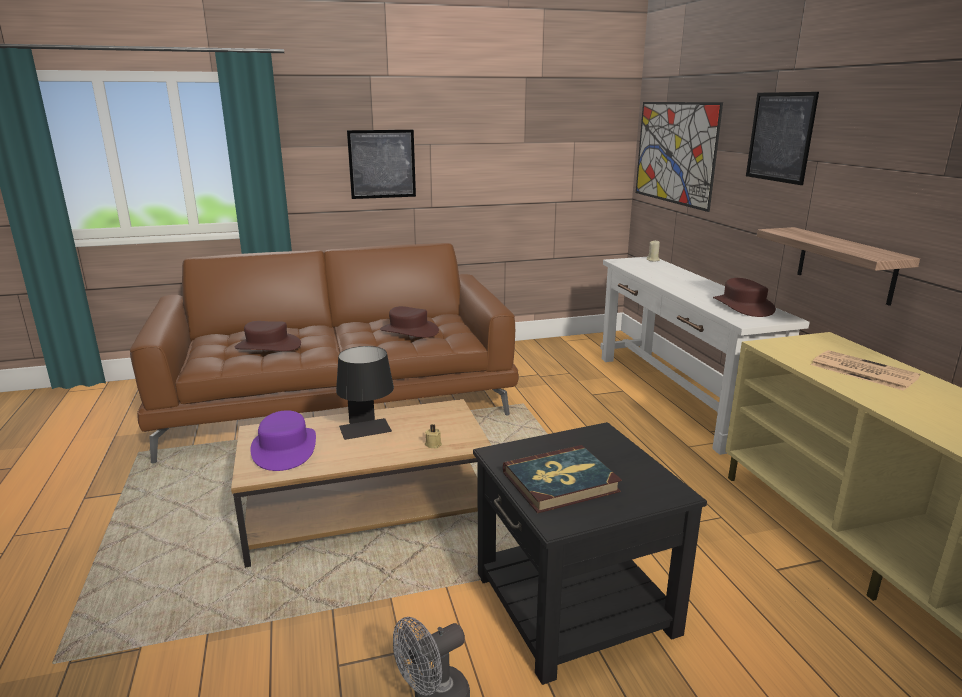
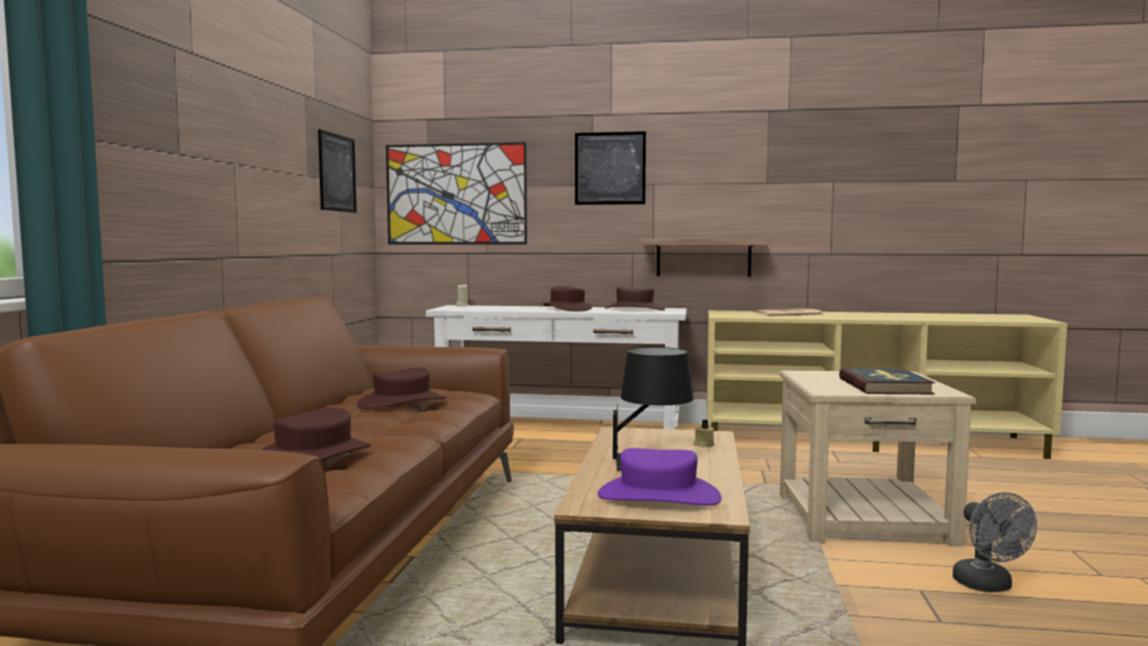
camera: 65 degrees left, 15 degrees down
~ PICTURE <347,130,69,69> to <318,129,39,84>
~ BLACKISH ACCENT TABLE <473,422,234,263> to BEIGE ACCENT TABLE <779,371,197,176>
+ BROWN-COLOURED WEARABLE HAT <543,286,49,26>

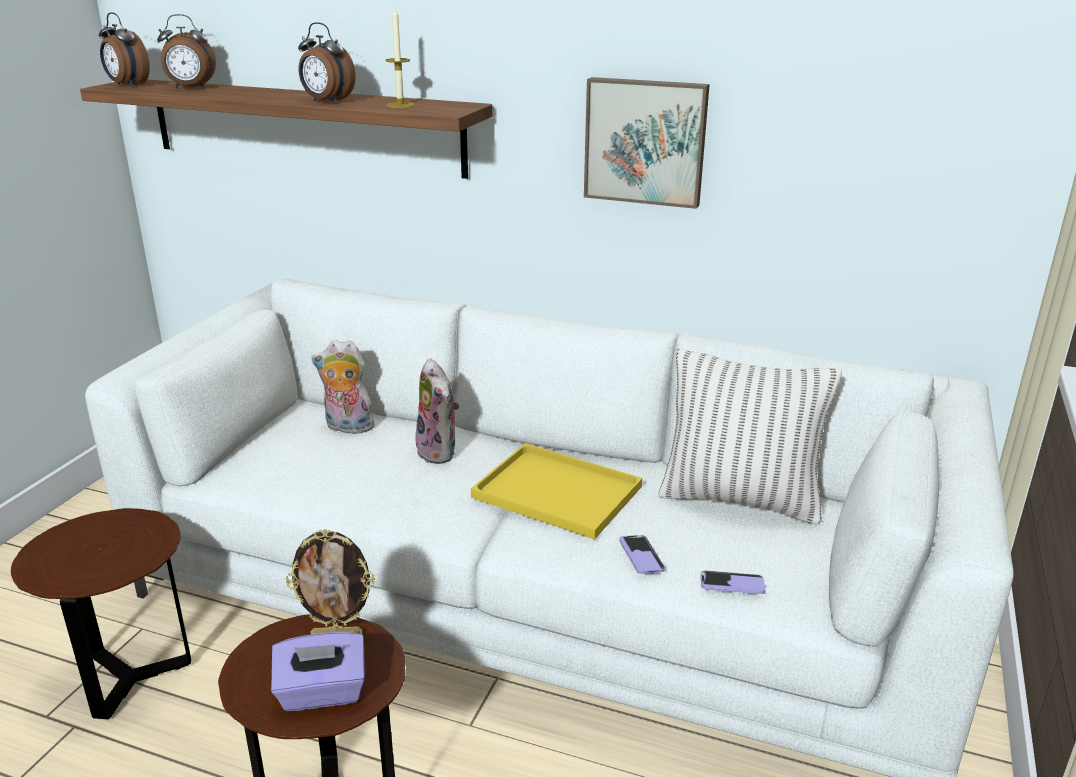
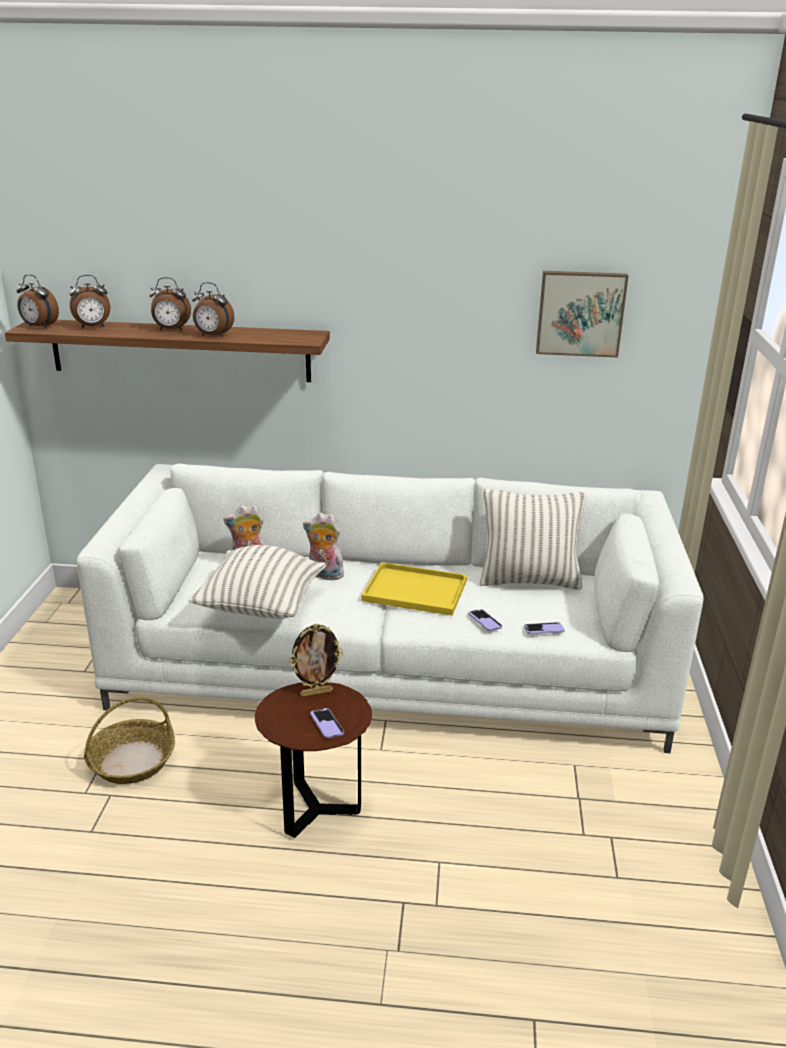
camera: 15 degrees left, 0 degrees up
- CANDLE <385,8,30,100>
~ PICTURE <584,77,126,132> to <536,271,92,86>
~ SOFT TOY <415,358,44,106> = <303,512,41,68> 150 degrees clockwise
~ BROWN-COLOURED ACCENT TABLE <11,508,180,211> to BASKET <84,697,91,87>
~ PURPLE-COLOURED TISSUE BOX <271,632,94,79> to HANDSET <310,708,34,30>
+ BEDSIDE CLOCK <149,277,42,54>
+ PILLOW <189,545,137,74>

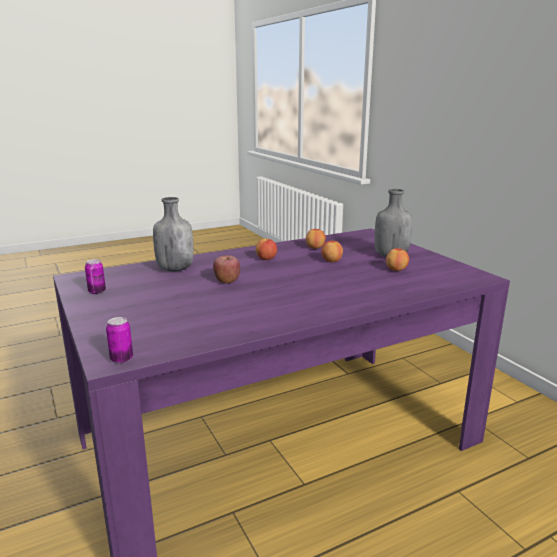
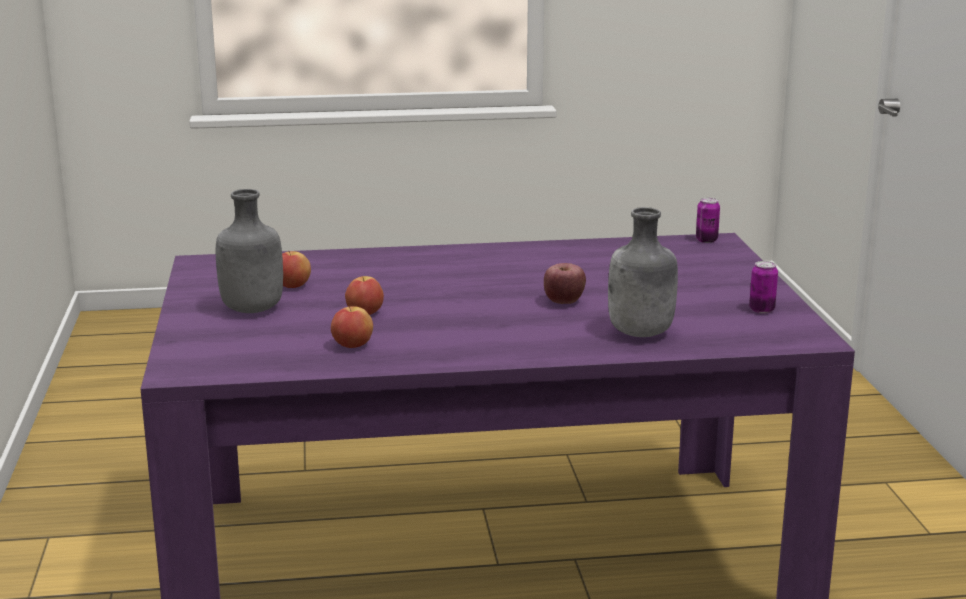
camera: 160 degrees left, 0 degrees up
- WHOLE APPLE <256,239,21,21>

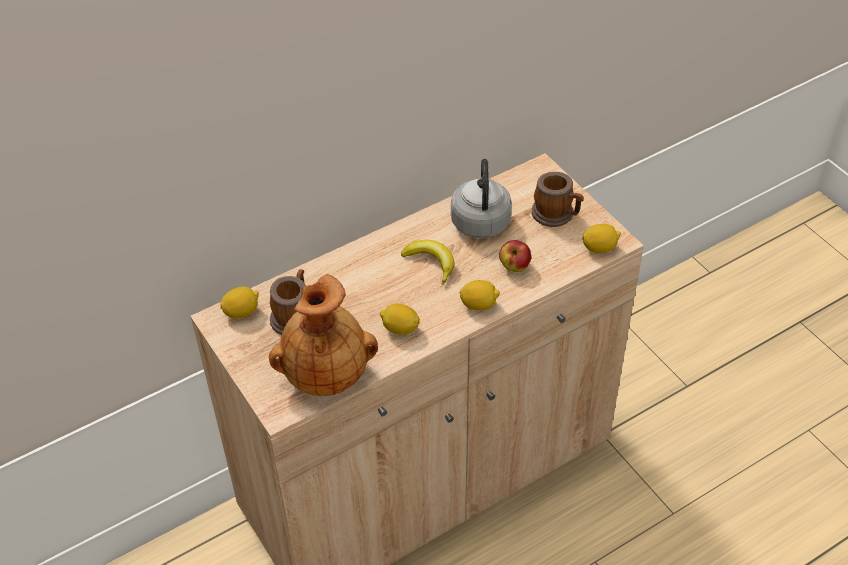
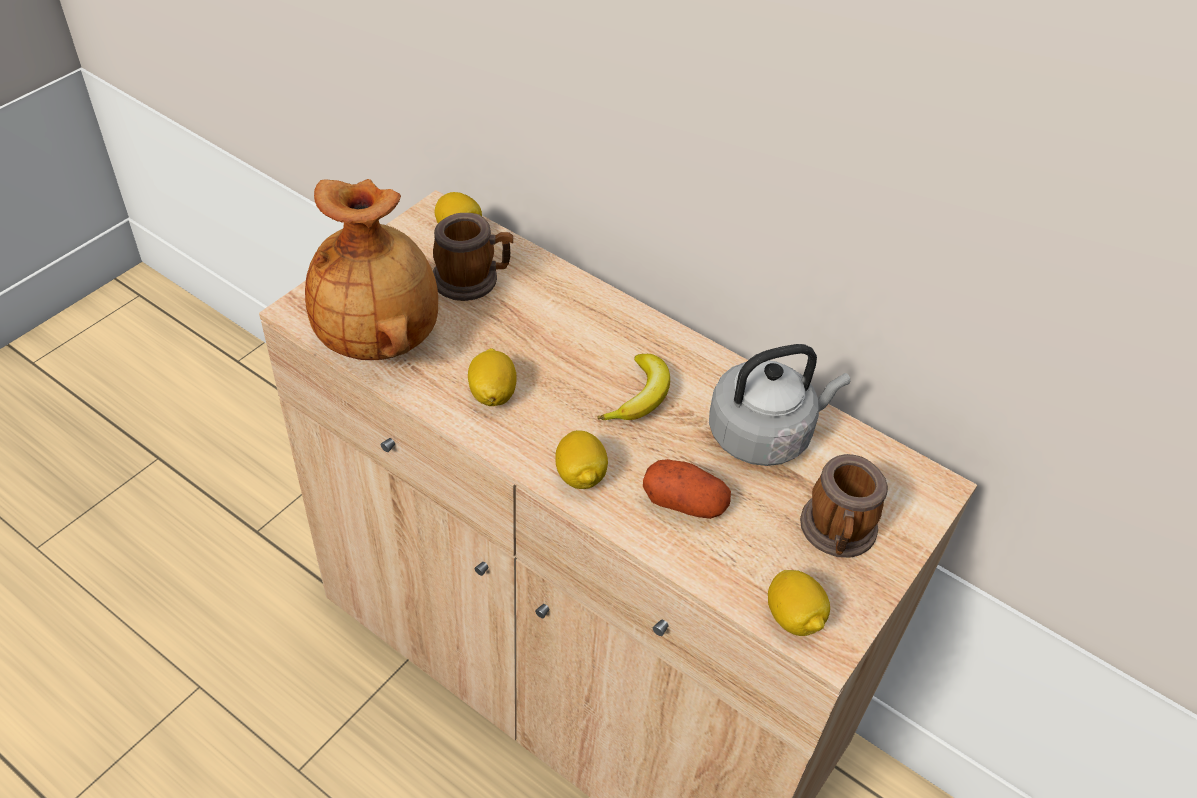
camera: 65 degrees right, 0 degrees up
~ WHOLE APPLE <499,240,32,32> to SPUD <643,459,88,60>

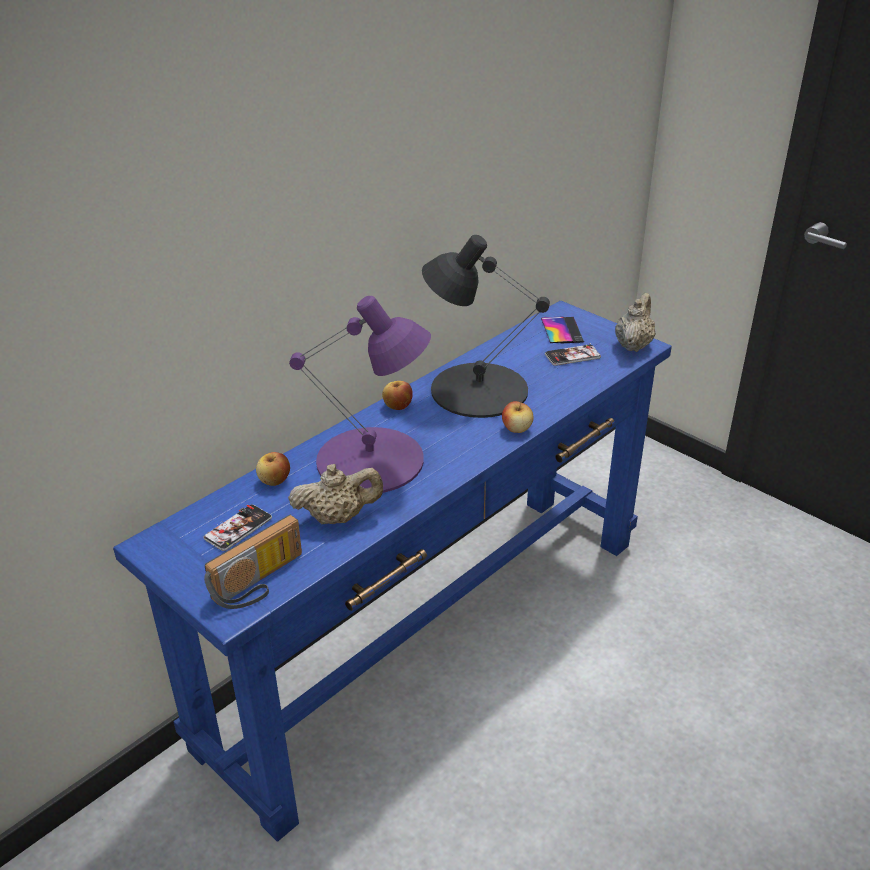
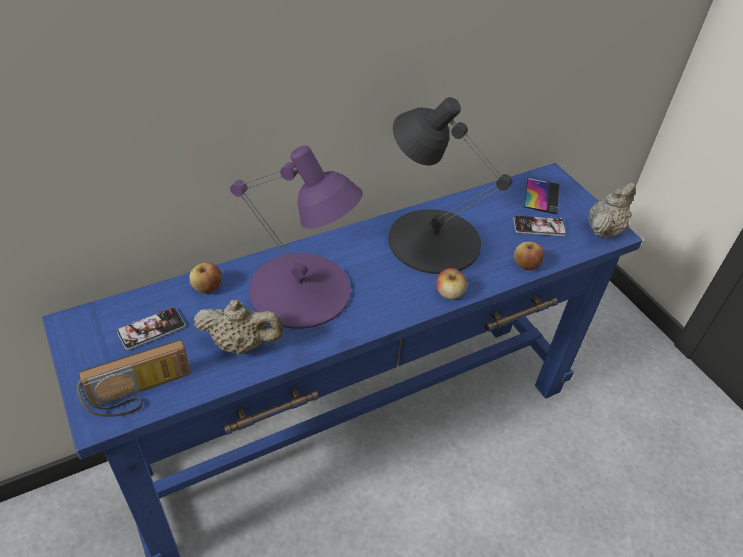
camera: 15 degrees right, 10 degrees up
~ WHOLE APPLE <382,381,31,29> to <514,242,30,28>

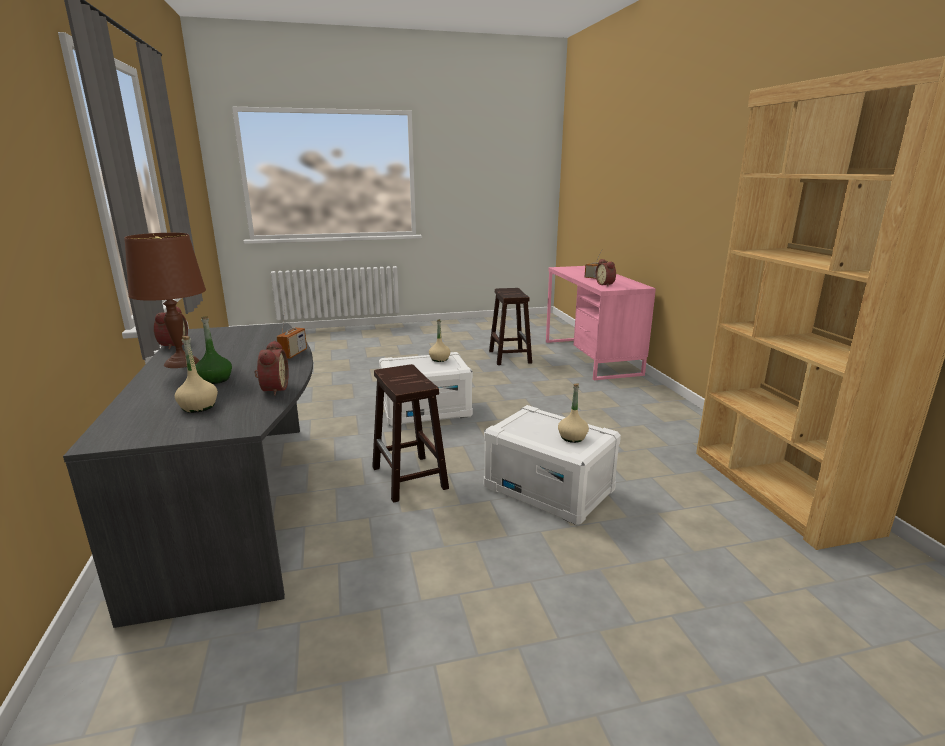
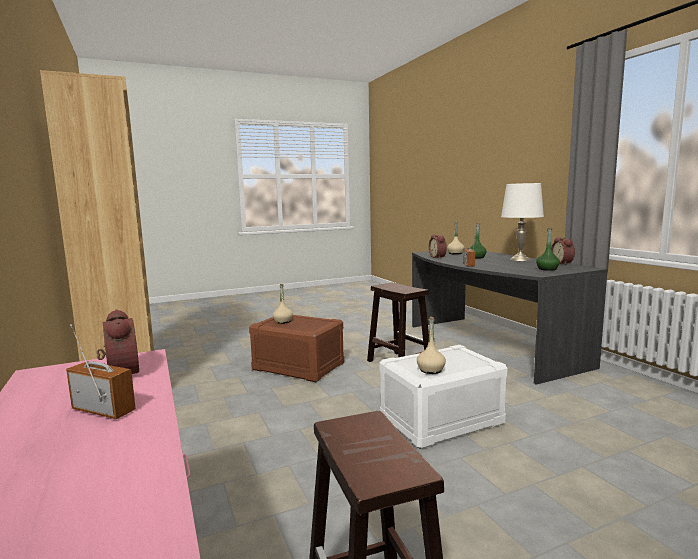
camera: 170 degrees right, 10 degrees down
~ BROWN-COLOURED TABLE LAMP <124,233,82,135> to WHITISH TABLE LAMP <501,183,43,78>
~ WHITISH STORAGE BIN <484,405,137,121> to BROWN-COLOURED STORAGE BIN <249,315,95,67>
+ GREENISH DRINK BOTTLE <536,228,24,43>

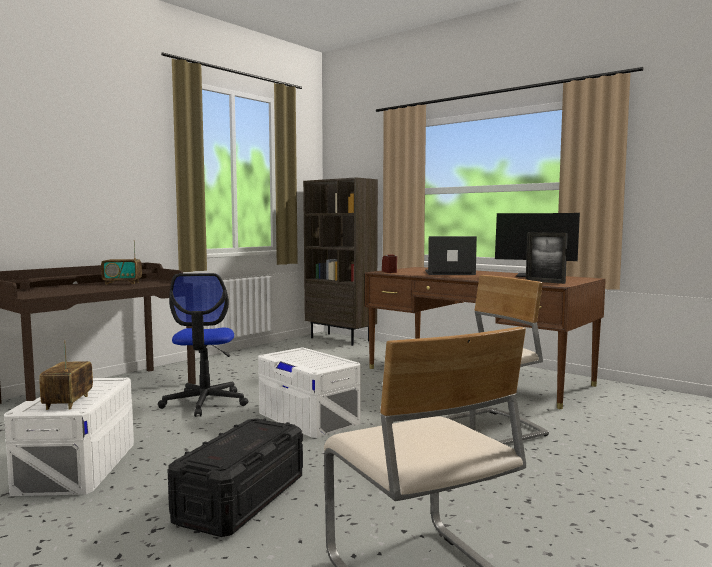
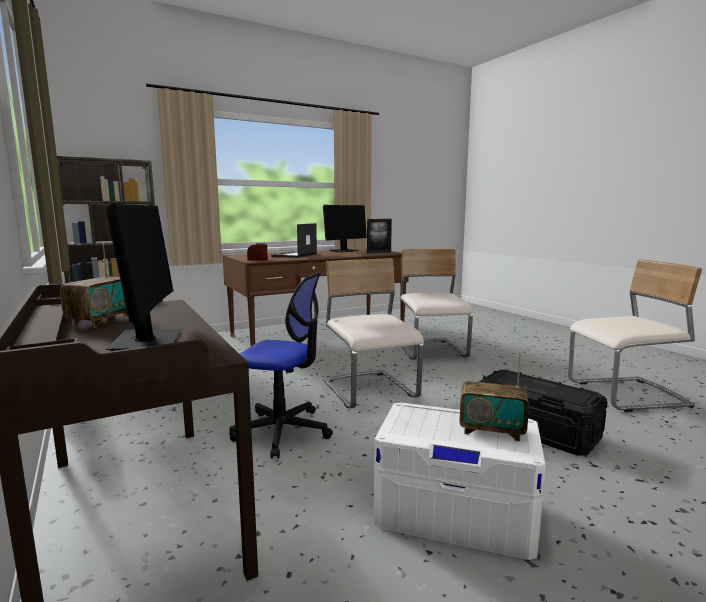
camera: 70 degrees left, 5 degrees up
~ WHITISH STORAGE BIN <258,347,103,91> to BEIGE UPRIGHT CHAIR <324,259,100,150>
+ COMPUTER SCREEN <106,203,76,148>

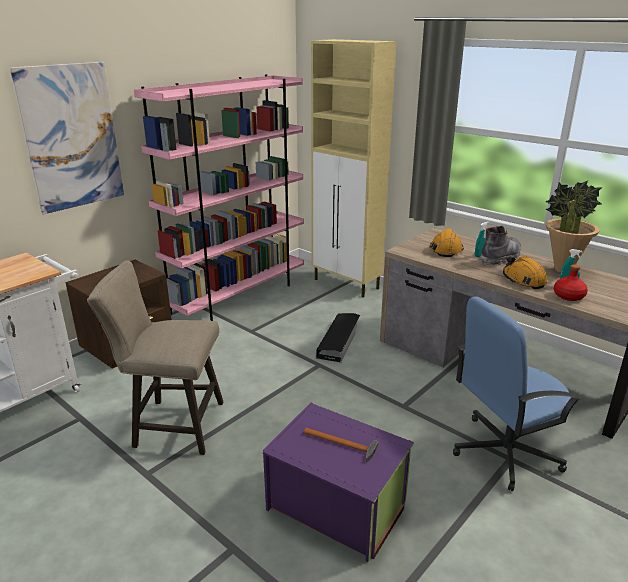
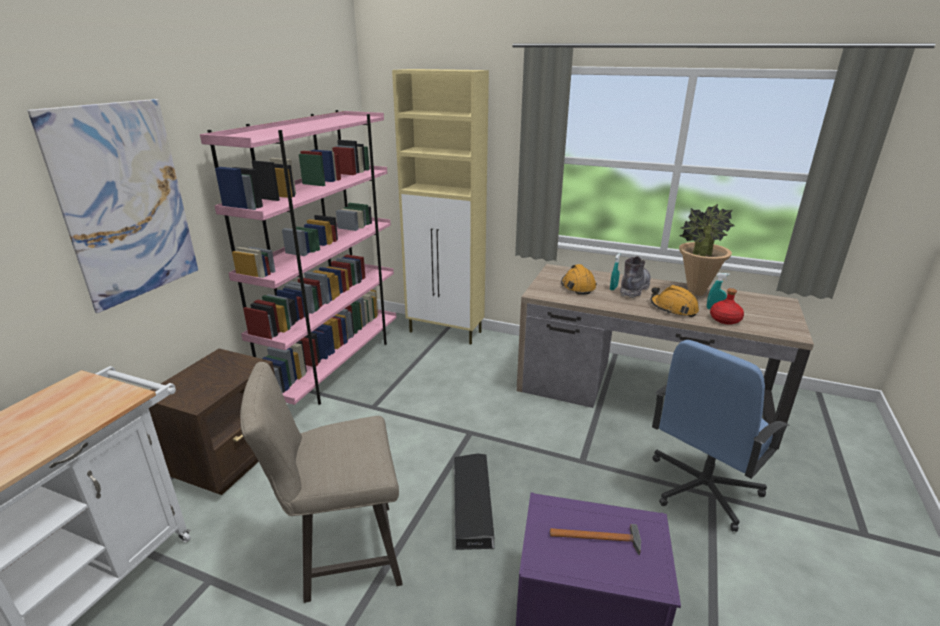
camera: 20 degrees left, 0 degrees up
~ BLACKISH STORAGE BIN <316,313,44,49> to <454,453,40,97>

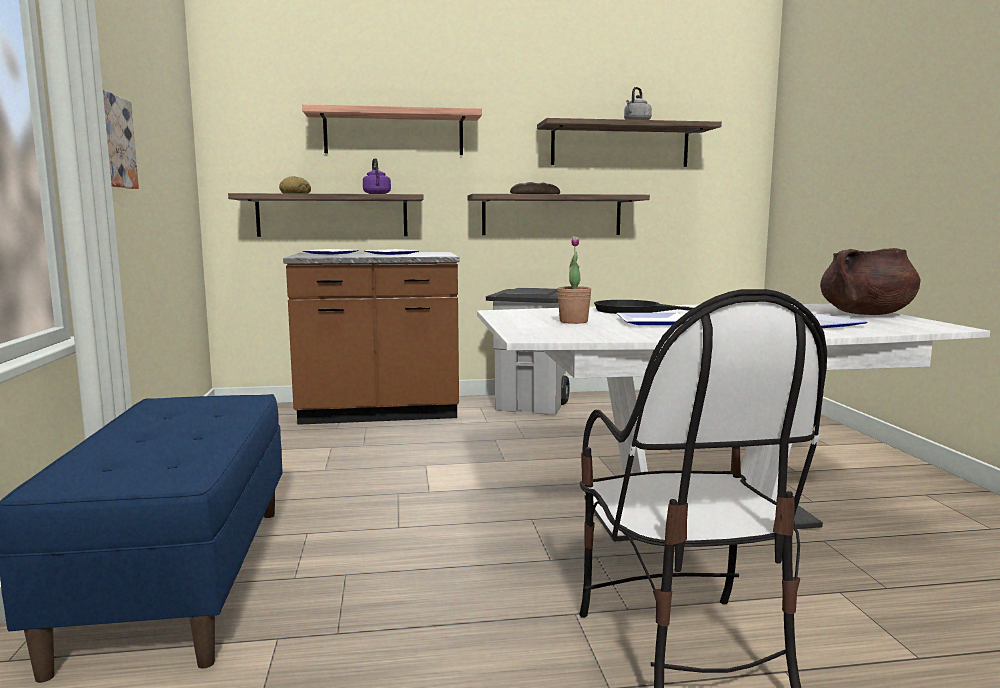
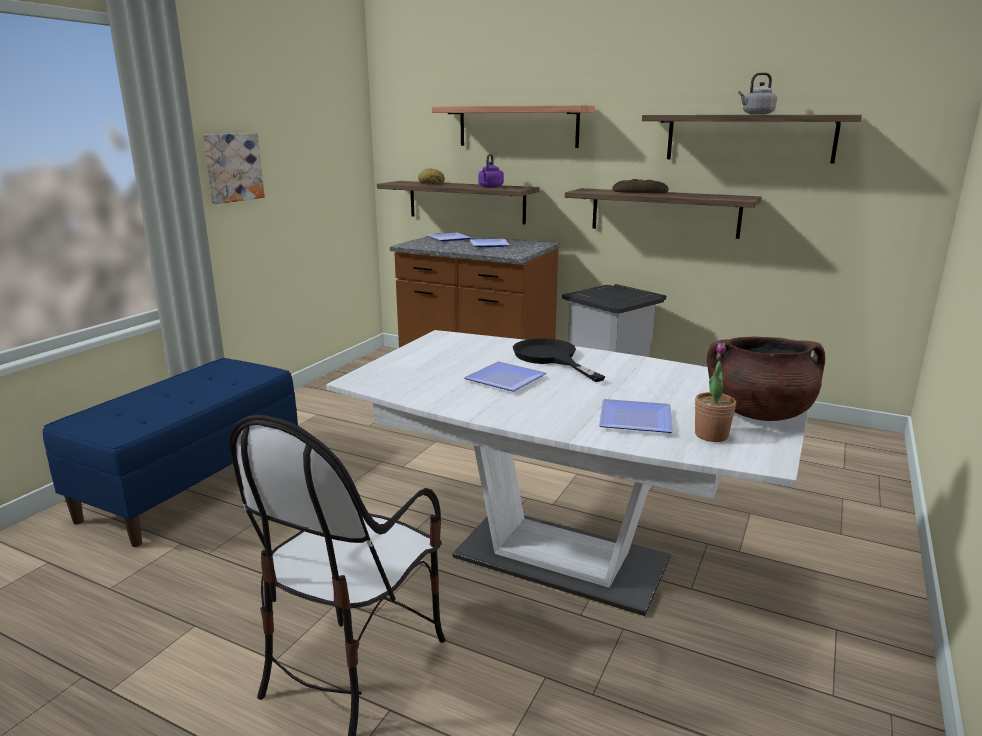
camera: 35 degrees right, 10 degrees up
~ HOUSEPLANT <557,236,34,88> to <695,343,41,99>

